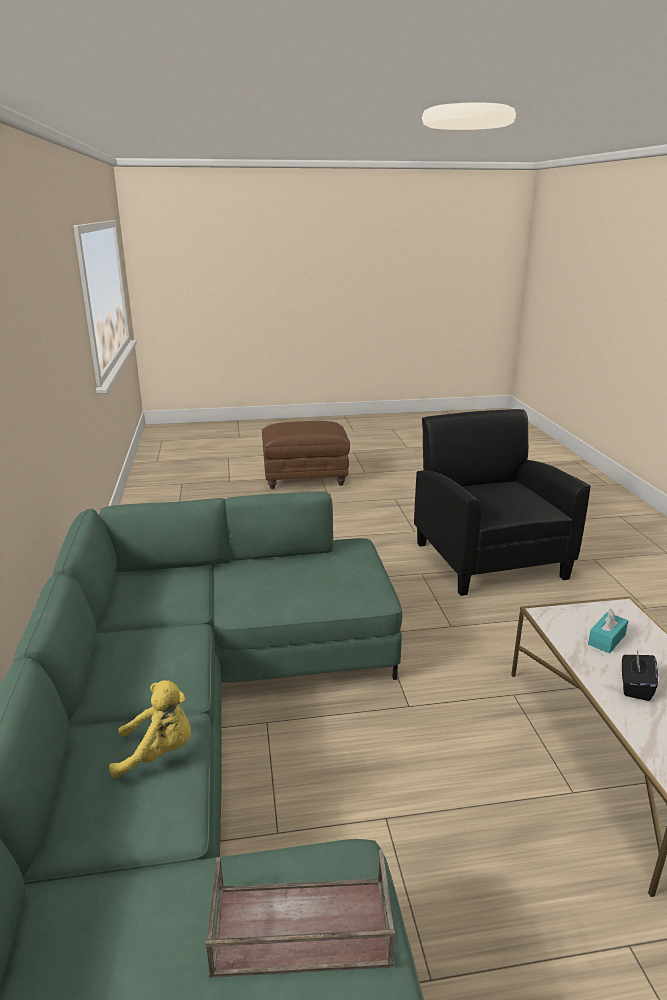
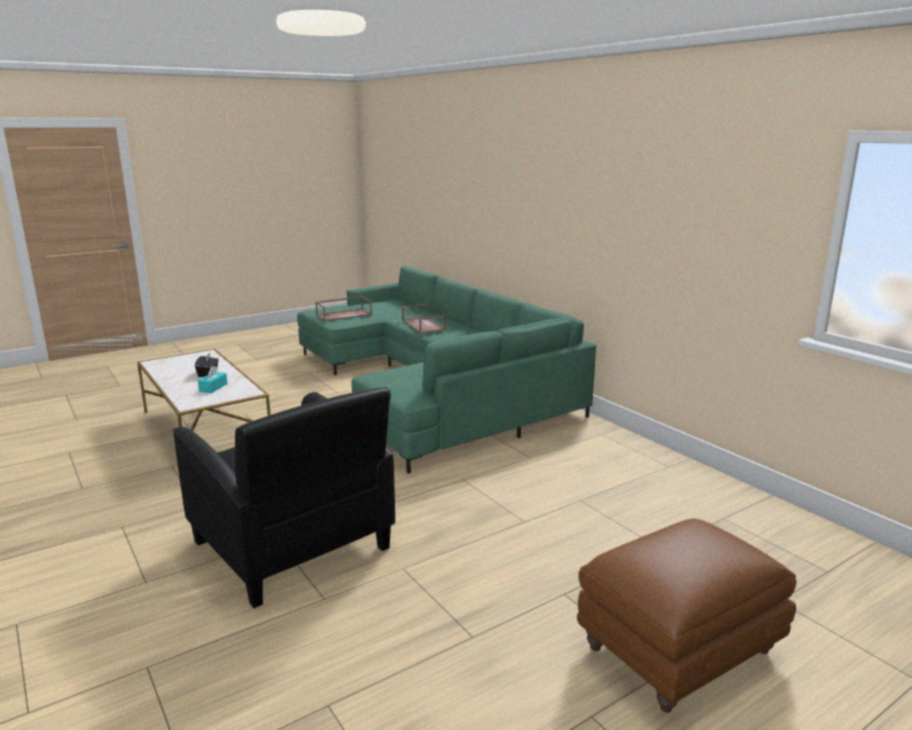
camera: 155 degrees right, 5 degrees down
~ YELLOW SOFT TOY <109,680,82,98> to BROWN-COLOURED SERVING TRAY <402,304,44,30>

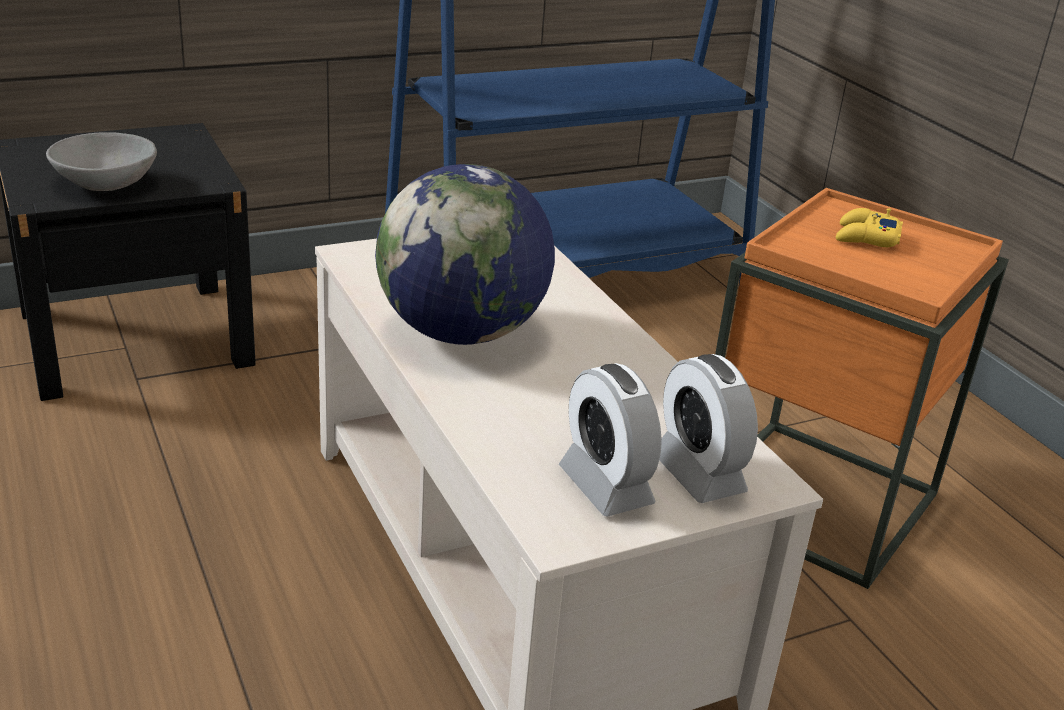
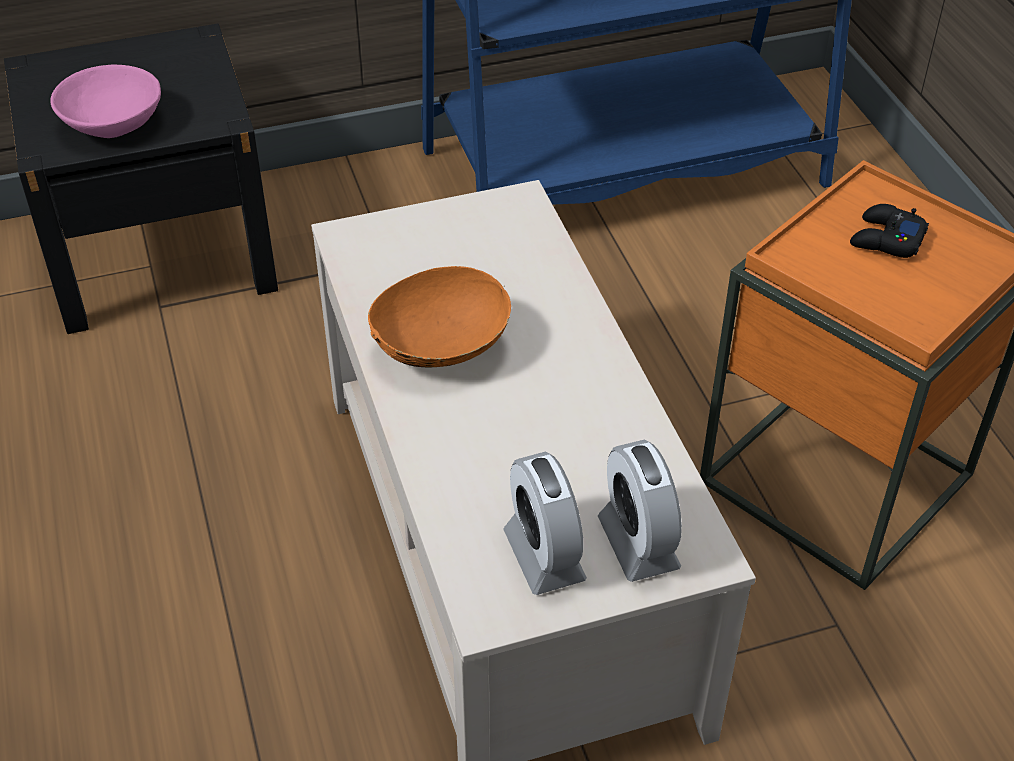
camera: 10 degrees right, 15 degrees up
~ GREYISH SERVING BOWL <46,132,111,59> to PINKISH SERVING BOWL <50,65,111,73>
~ GLOBE <375,164,180,181> to ORANGE-COLOURED SERVING BOWL <368,266,143,102>
~ YELLOW GAMEPAD <836,208,67,39> to BLACKISH GAMEPAD <850,204,79,54>

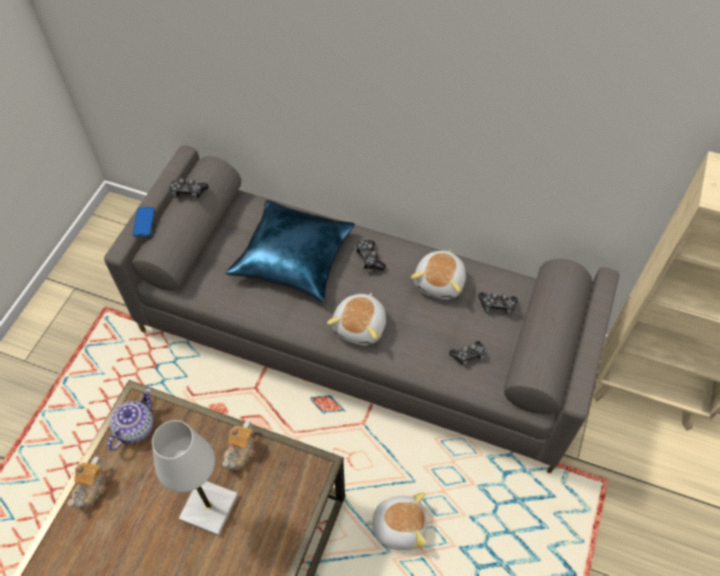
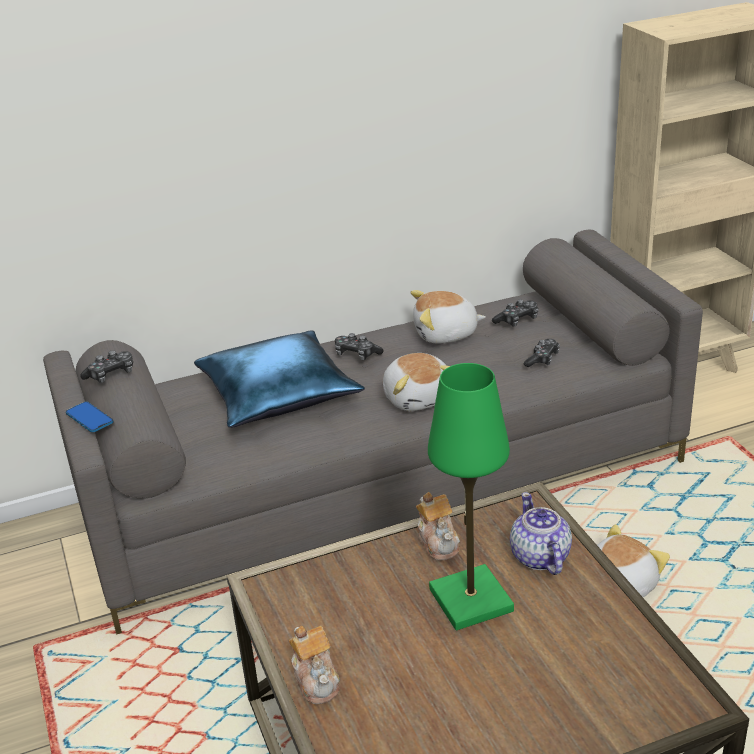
camera: 40 degrees left, 25 degrees down
~ SOFT TOY <411,250,55,50> = <411,290,75,54> 105 degrees clockwise
~ TEAPOT <107,388,47,63> to <510,492,62,83>
~ WHITISH TABLE LAMP <152,420,86,116> to GREENISH TABLE LAMP <428,363,86,267>

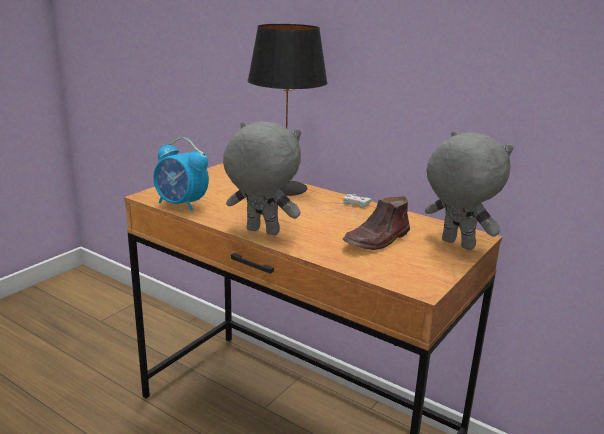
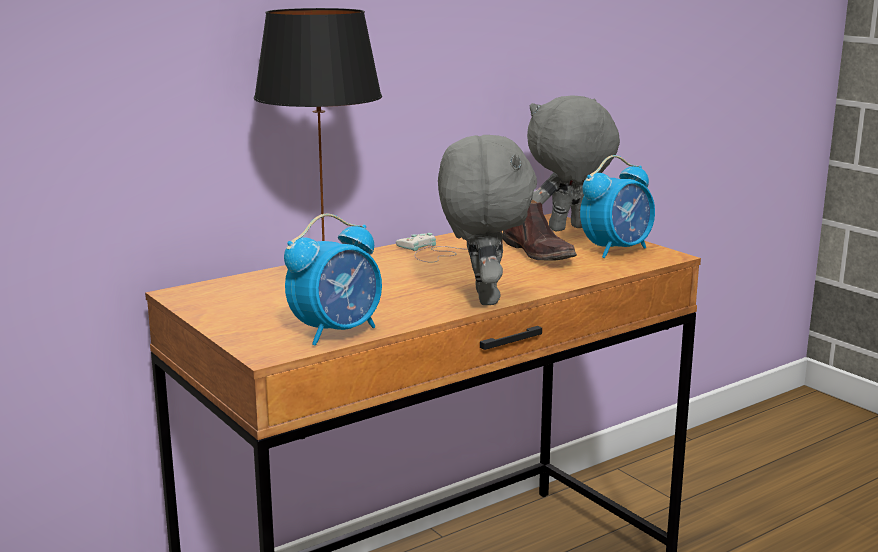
camera: 70 degrees left, 5 degrees down
~ GREYISH SOFT TOY <223,121,78,114> = <438,135,99,170> 135 degrees clockwise
+ BEDSIDE CLOCK <580,155,75,103>

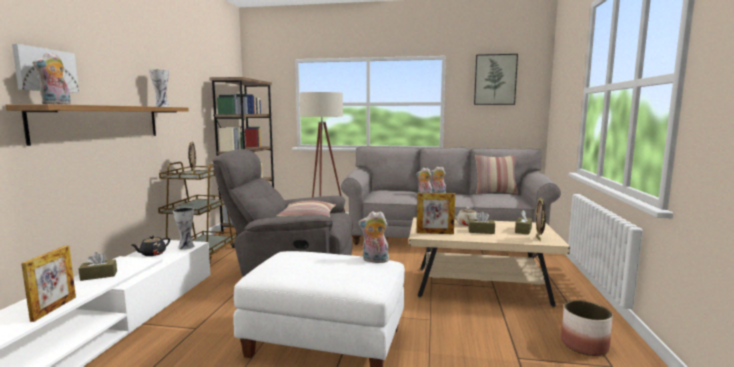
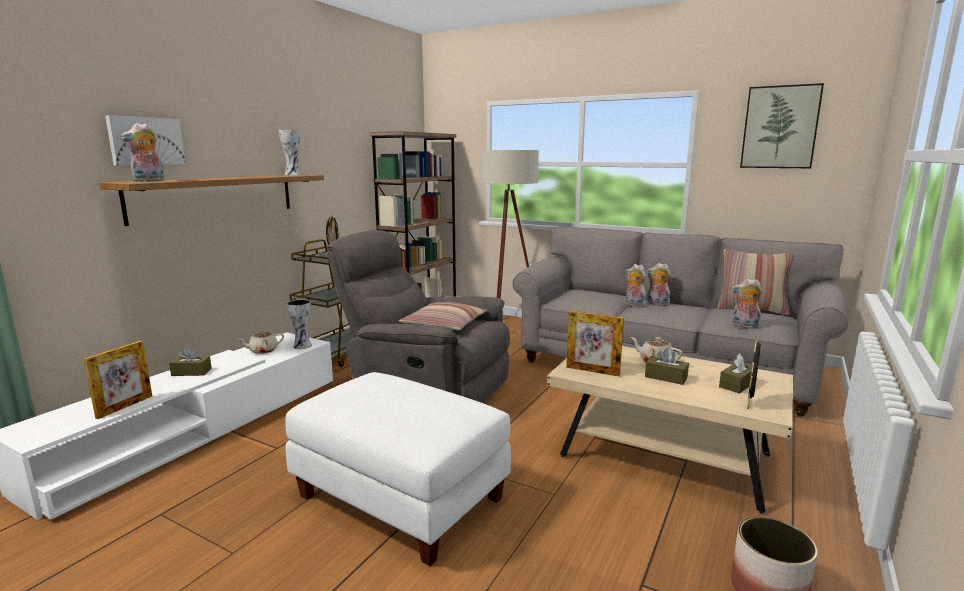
camera: 20 degrees right, 5 degrees up
~ SOFT TOY <358,211,31,52> to <731,279,31,50>
~ BLACKISH TEAPOT <132,236,38,20> to BEIGE TEAPOT <238,330,46,24>

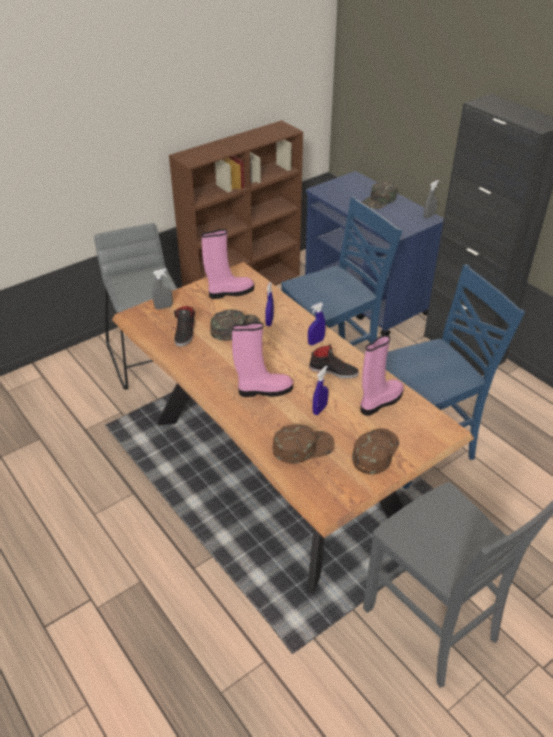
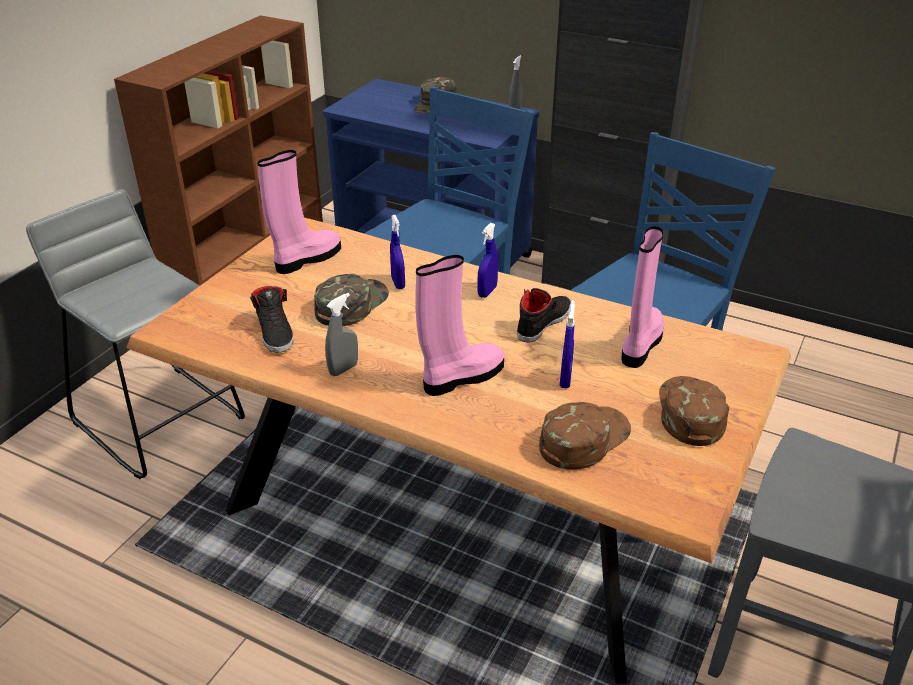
camera: 25 degrees left, 5 degrees down
~ GREYISH SPRAYER <152,268,21,42> to <325,293,33,83>
~ BLACKISH ITEM OF FOOTWEAR <309,344,50,35> = <517,288,54,55> 45 degrees counterclockwise

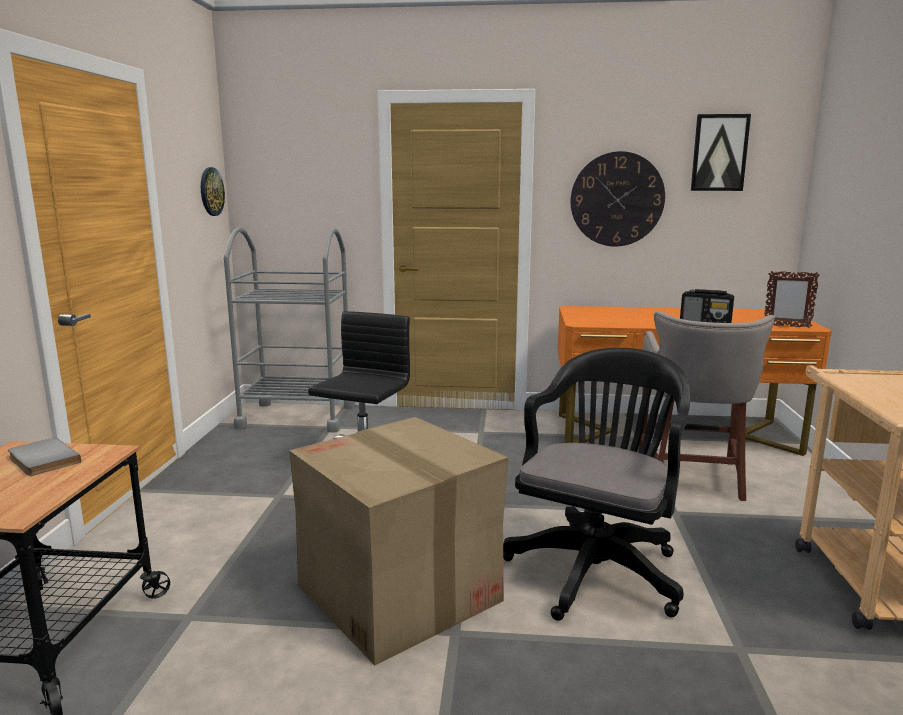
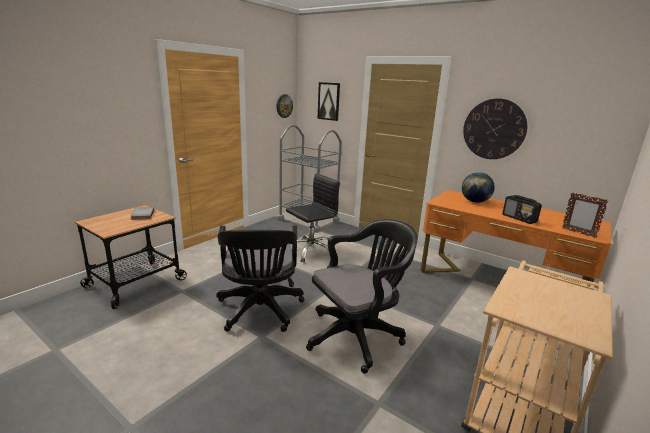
camera: 30 degrees right, 5 degrees up
~ PICTURE <691,114,60,77> to <318,82,22,39>
- GREYISH SITTING STOOL <638,311,137,190>
~ CARDBOARD BOX <289,417,220,249> to BLACKISH OFFICE CHAIR <216,225,88,107>
+ GLOBE <462,172,33,31>

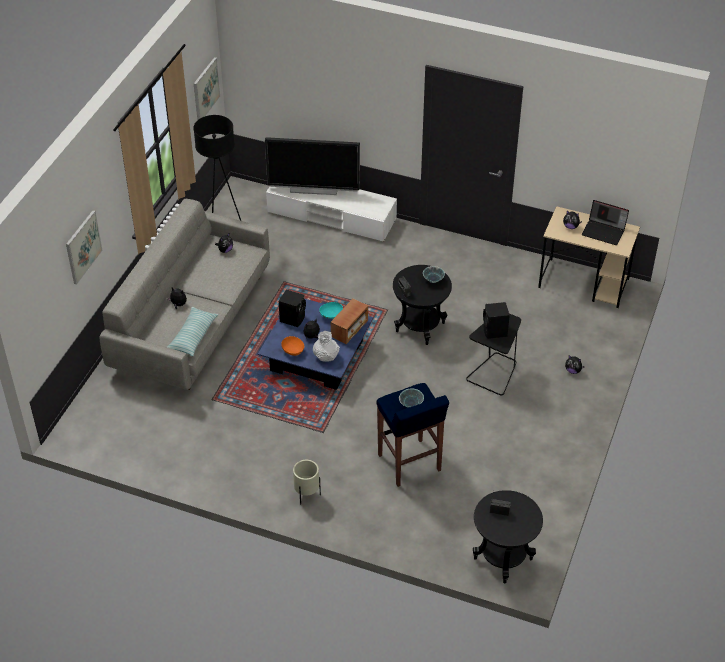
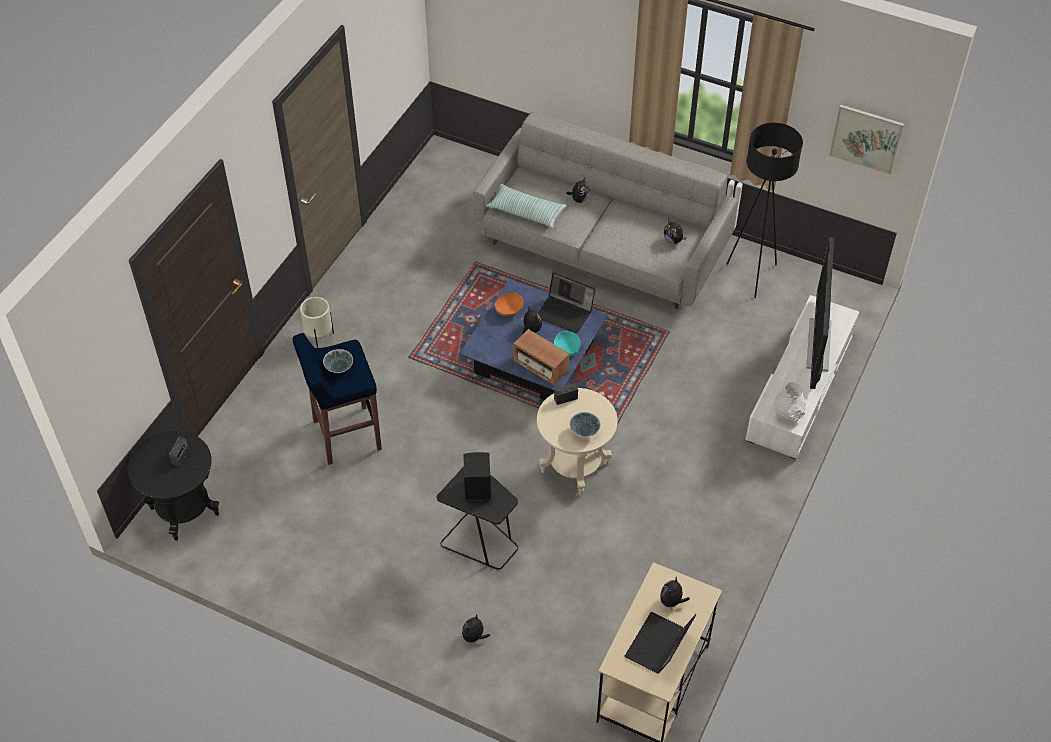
camera: 95 degrees right, 5 degrees up
- PICTURE <66,210,37,75>
~ BLACKISH ACCENT TABLE <393,265,59,80> to BEIGE ACCENT TABLE <537,388,81,107>
~ BLACKISH SPEAKER <279,289,27,38> to PORTABLE COMPUTER <538,272,57,61>
~ WHITISH FLOWER VASE <313,331,27,31> to <774,382,32,40>

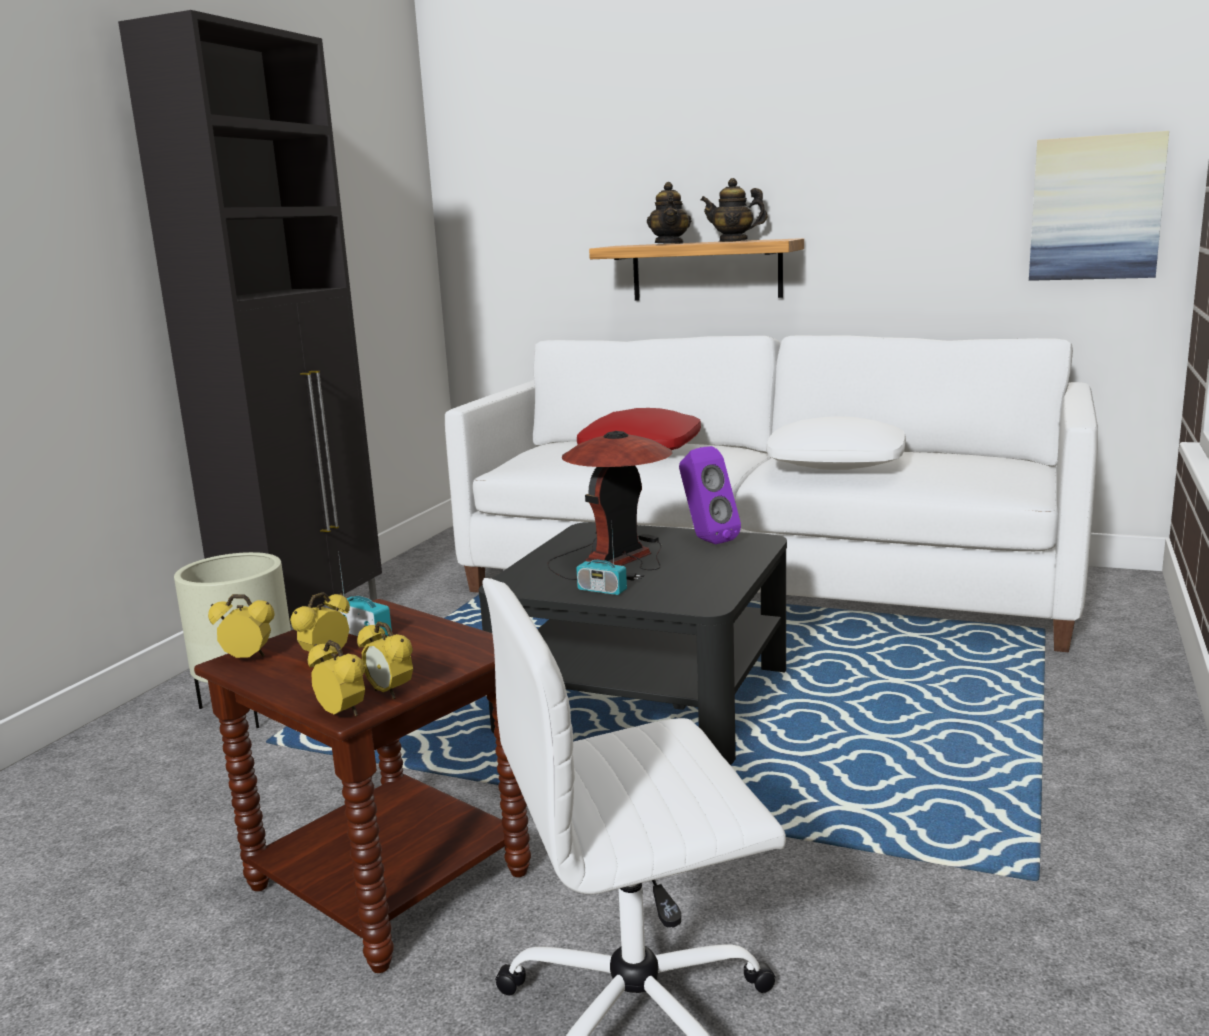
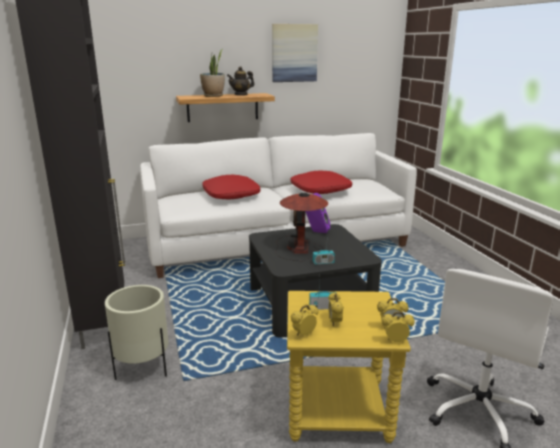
camera: 40 degrees left, 5 degrees up
~ PICTURE <1029,131,140,150> to <272,24,46,58>
~ TEAPOT <647,182,44,62> to HOUSEPLANT <200,50,25,47>
~ WHITISH PILLOW <766,416,140,54> to RED-COLOURED PILLOW <290,170,62,24>
~ BROWN-COLOURED ACCENT TABLE <194,599,337,374> to YELLOW ACCENT TABLE <287,291,124,152>

